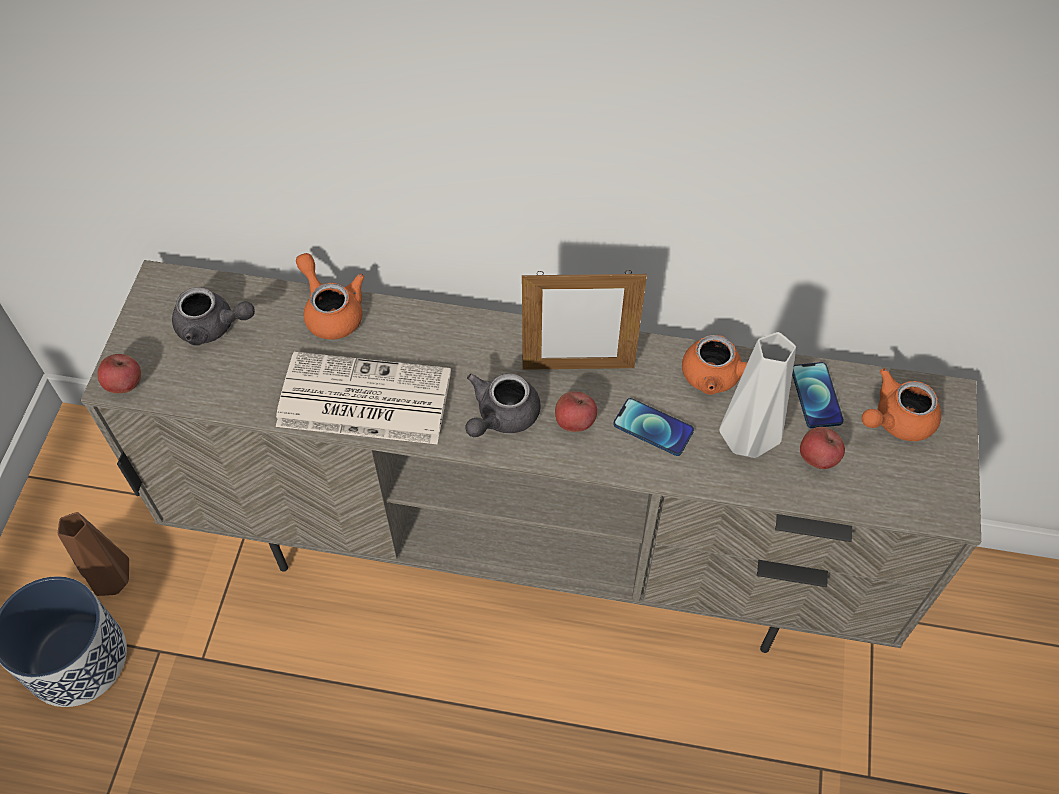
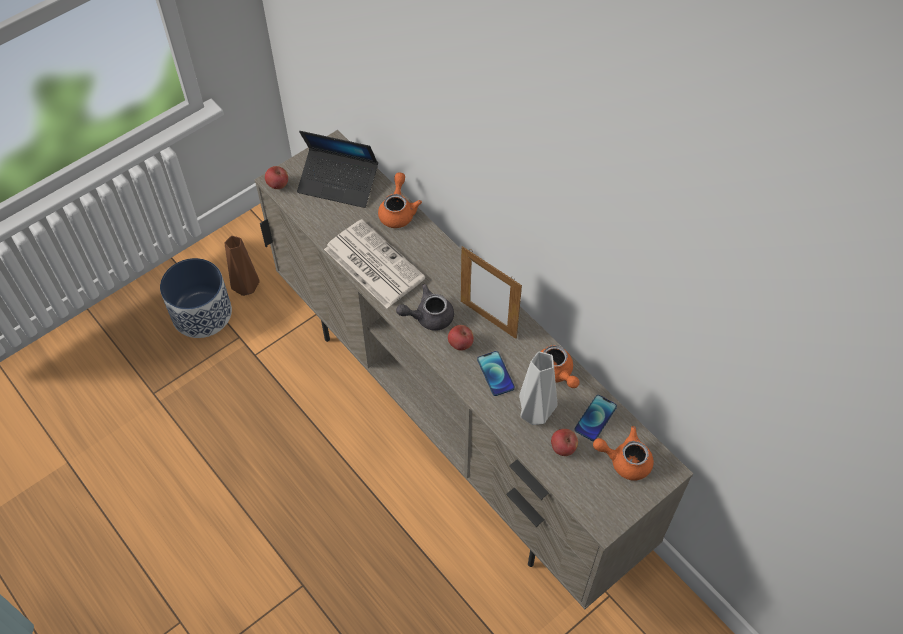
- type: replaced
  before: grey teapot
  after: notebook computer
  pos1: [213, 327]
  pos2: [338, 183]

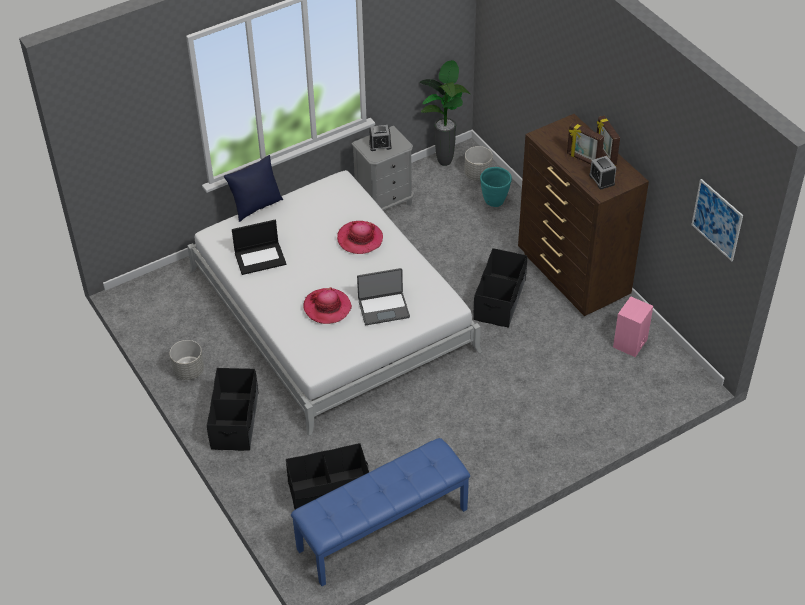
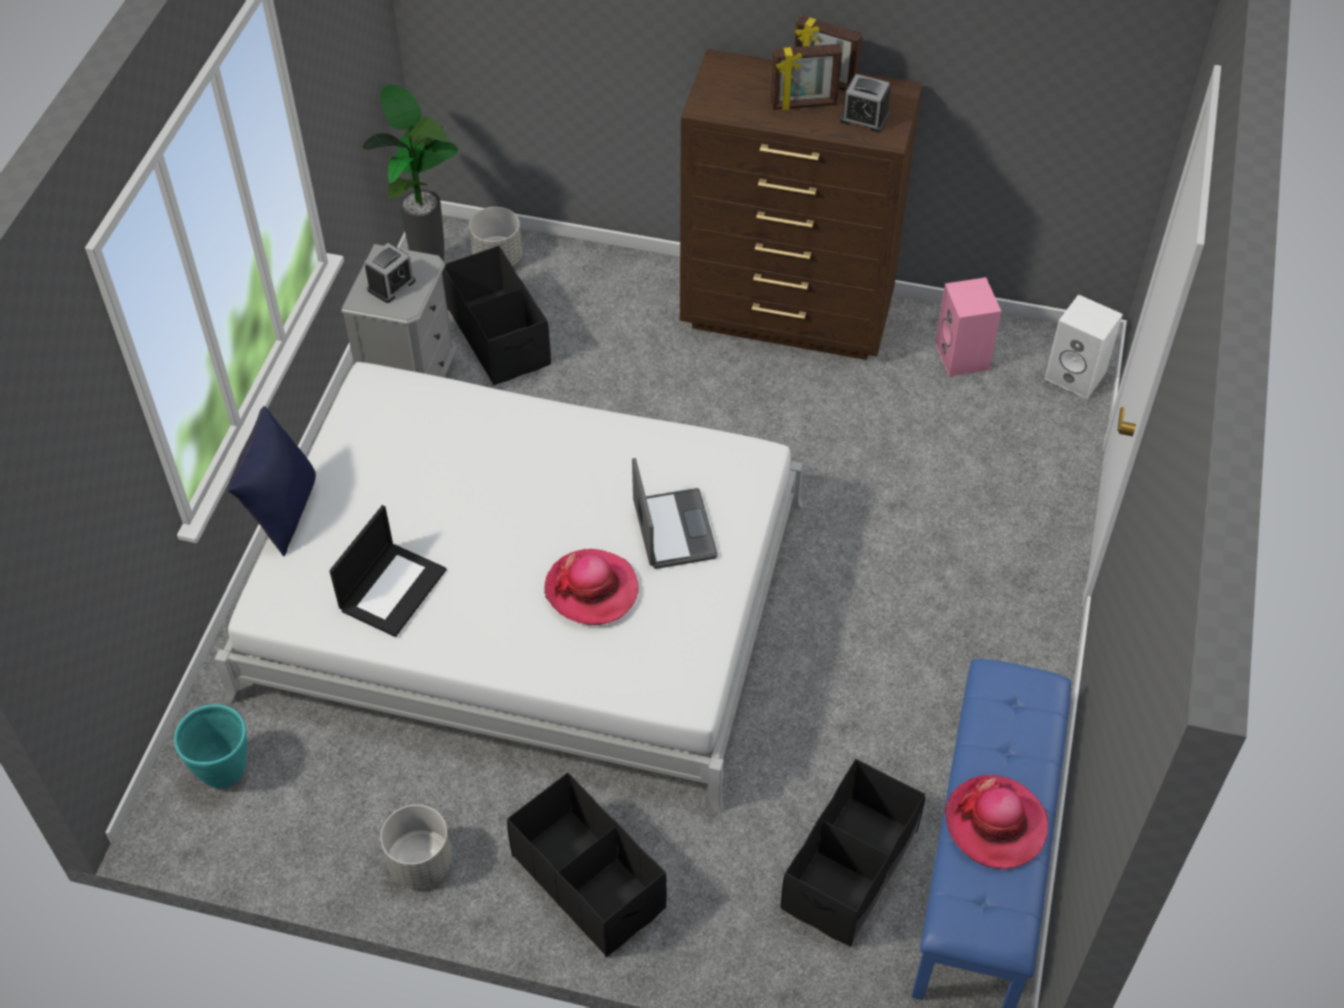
- type: moved
  before: turquoise-coloured planter
  pos1: [495, 201]
  pos2: [224, 771]
- type: removed
  before: picture
  pos1: [717, 219]
- type: moved
  before: hat
  pos1: [360, 239]
  pos2: [995, 824]
- type: moved
  before: black-coloured storage container
  pos1: [500, 300]
  pos2: [499, 336]
- type: turned
  before: notebook computer
  pos1: [383, 308]
  pos2: [672, 530]
  turn: -45
- type: added
  after: white-coloured speaker
  pos2: [1077, 375]

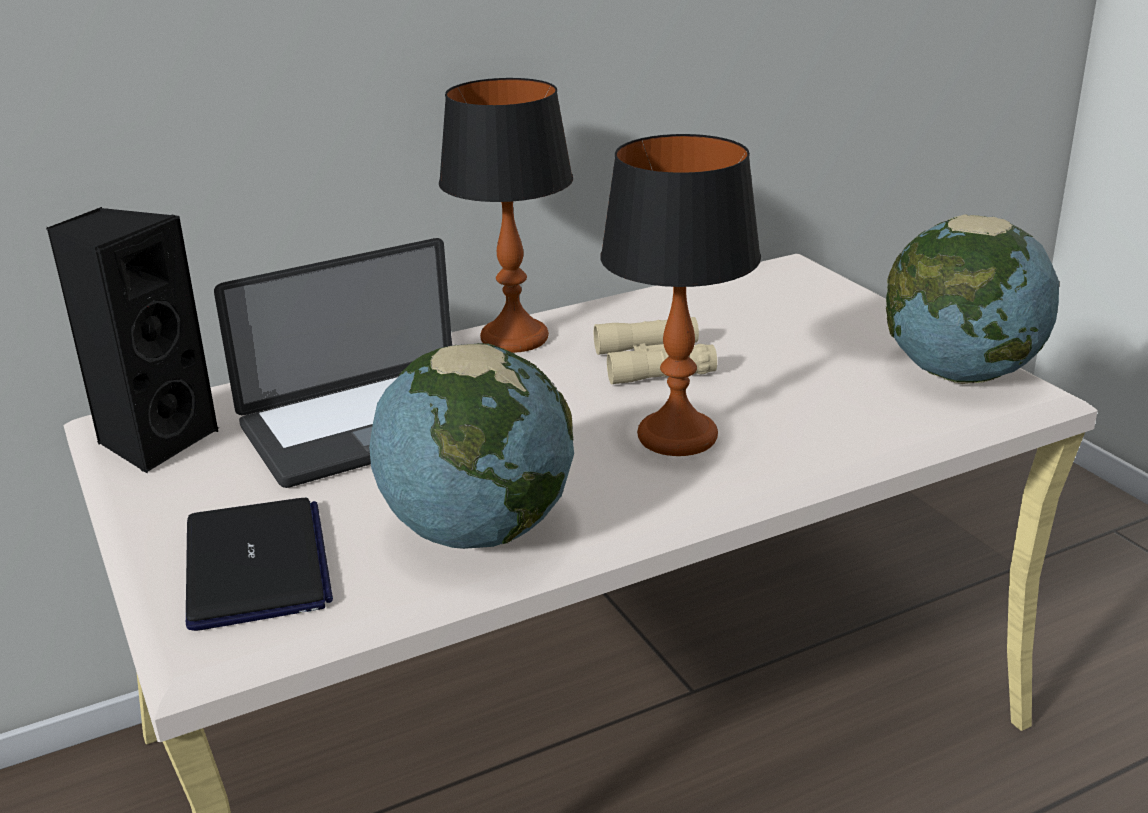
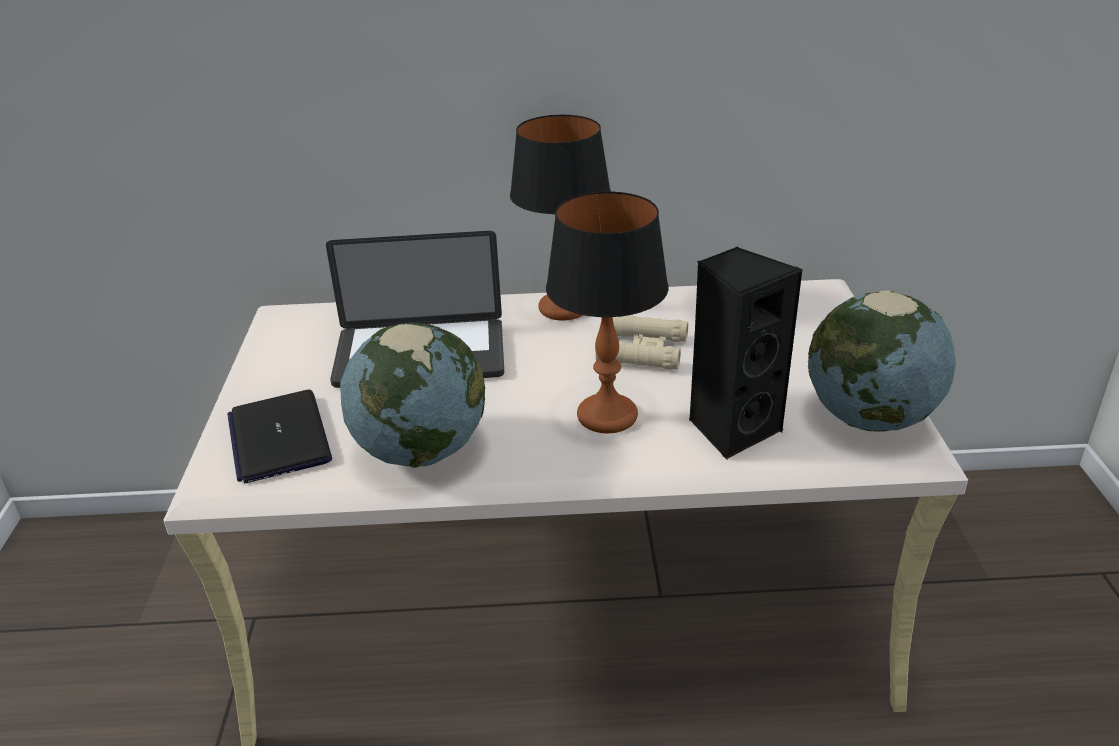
- type: moved
  before: black-coloured speaker
  pos1: [154, 441]
  pos2: [732, 428]
- type: turned
  before: notebook computer
  pos1: [256, 566]
  pos2: [279, 438]
  turn: 150

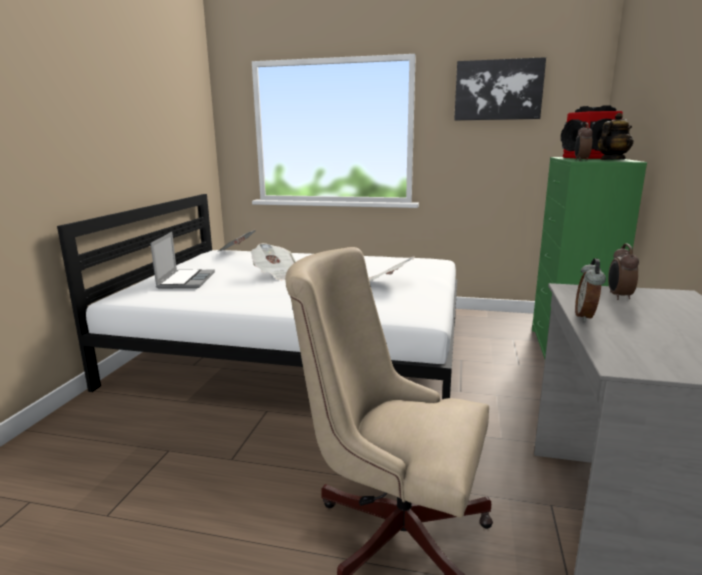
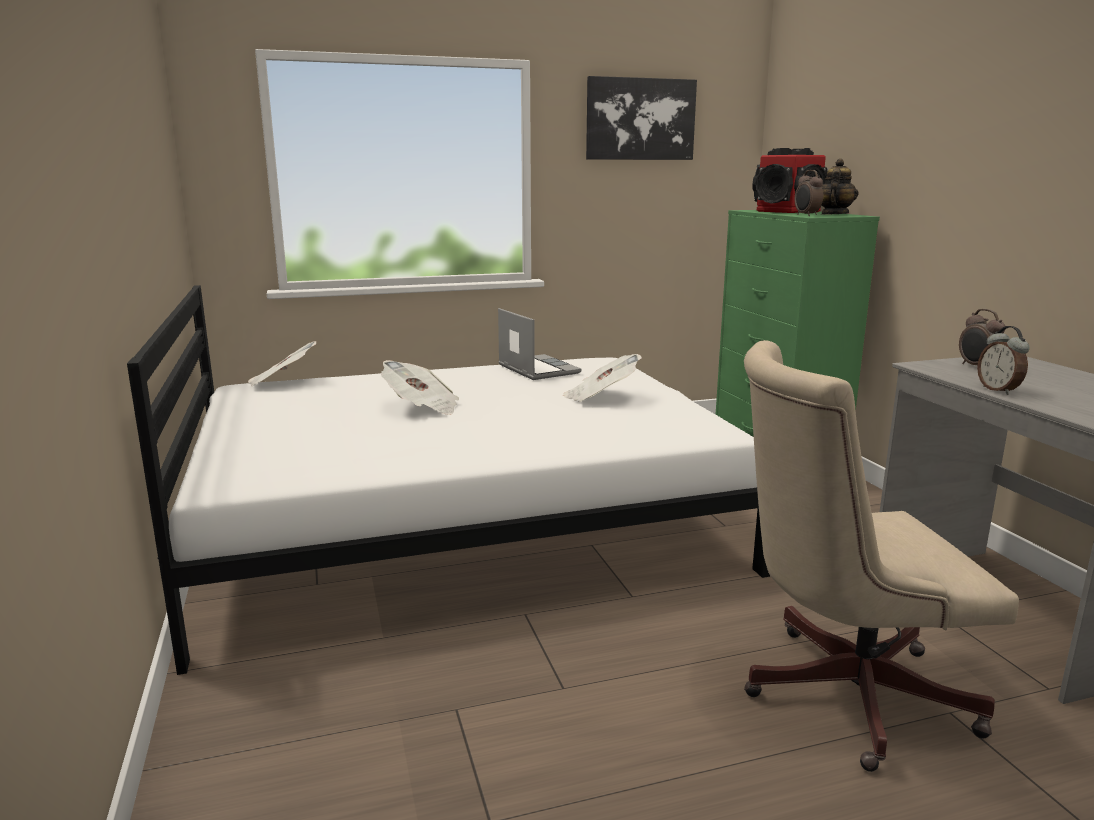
- type: moved
  before: notebook computer
  pos1: [186, 280]
  pos2: [536, 369]

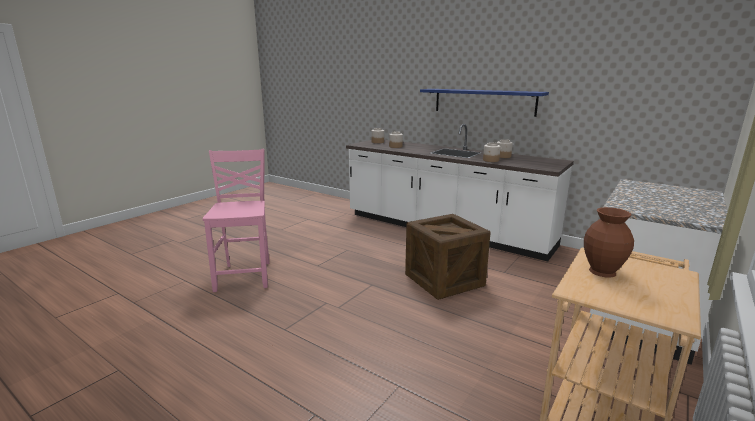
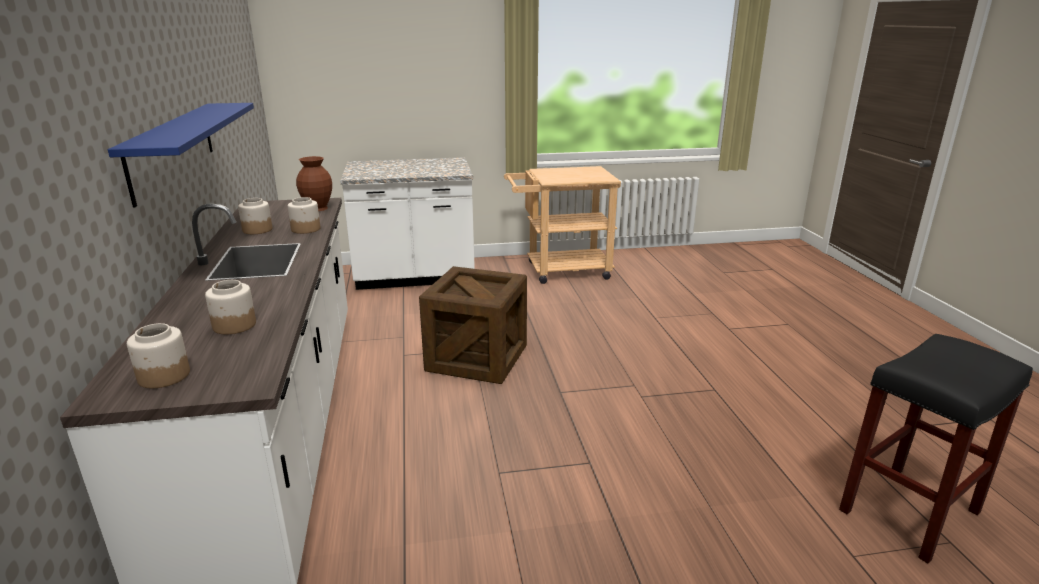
- type: removed
  before: pinkish chair
  pos1: [245, 275]
- type: moved
  before: brown flower vase
  pos1: [602, 272]
  pos2: [318, 208]
- type: added
  after: black-coloured stool seat
  pos2: [909, 512]

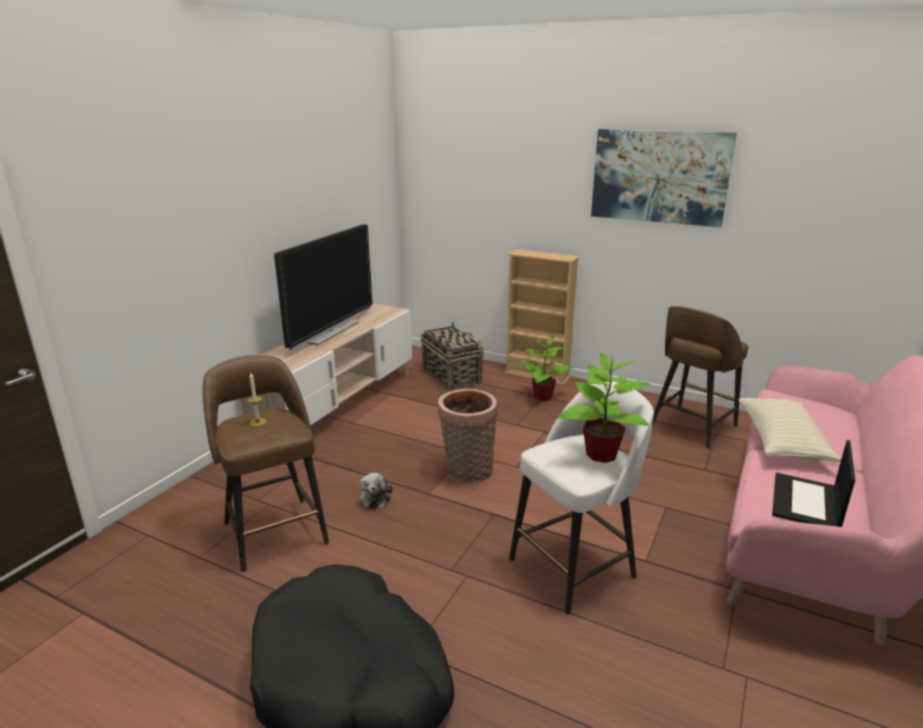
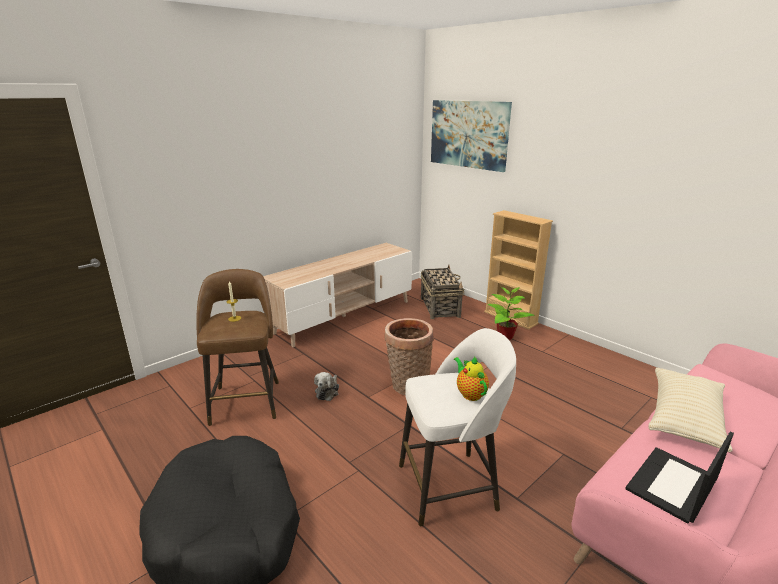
- type: moved
  before: picture
  pos1: [659, 177]
  pos2: [468, 134]
- type: removed
  before: TV
  pos1: [330, 332]
- type: removed
  before: brown stool seat
  pos1: [691, 427]
- type: replaced
  before: potted plant
  after: teapot
  pos1: [600, 454]
  pos2: [470, 393]

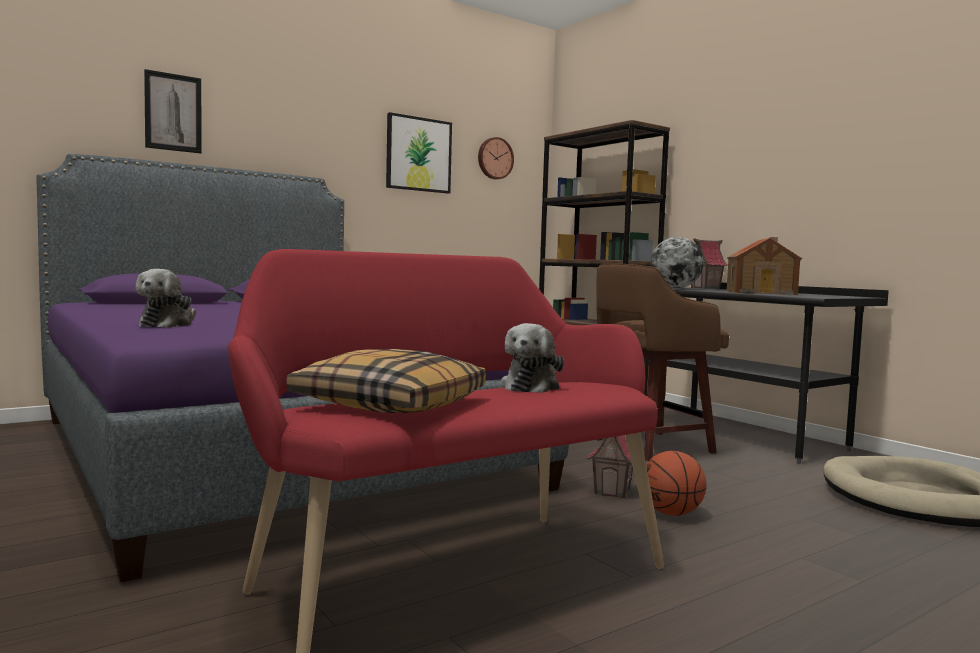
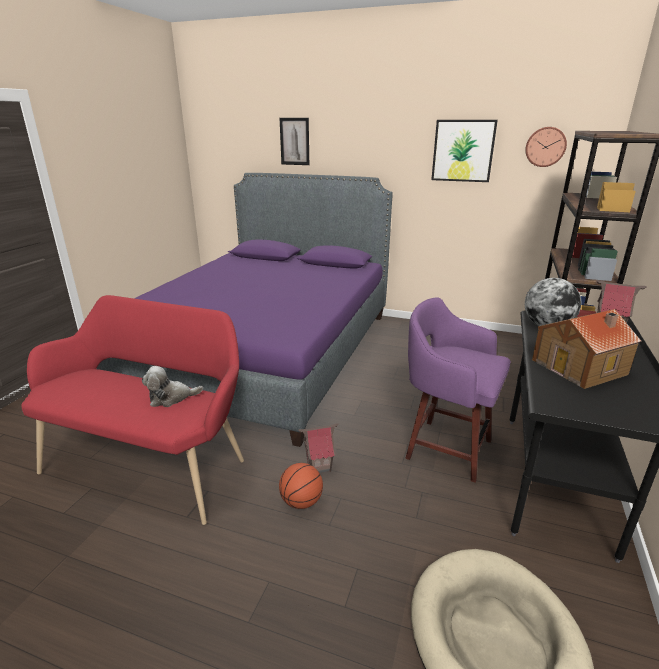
- type: recoloured
  before: brown stool seat
  after: purple stool seat
  pos1: [650, 446]
  pos2: [445, 448]
- type: removed
  before: soft toy
  pos1: [168, 325]
- type: removed
  before: throw pillow
  pos1: [390, 404]

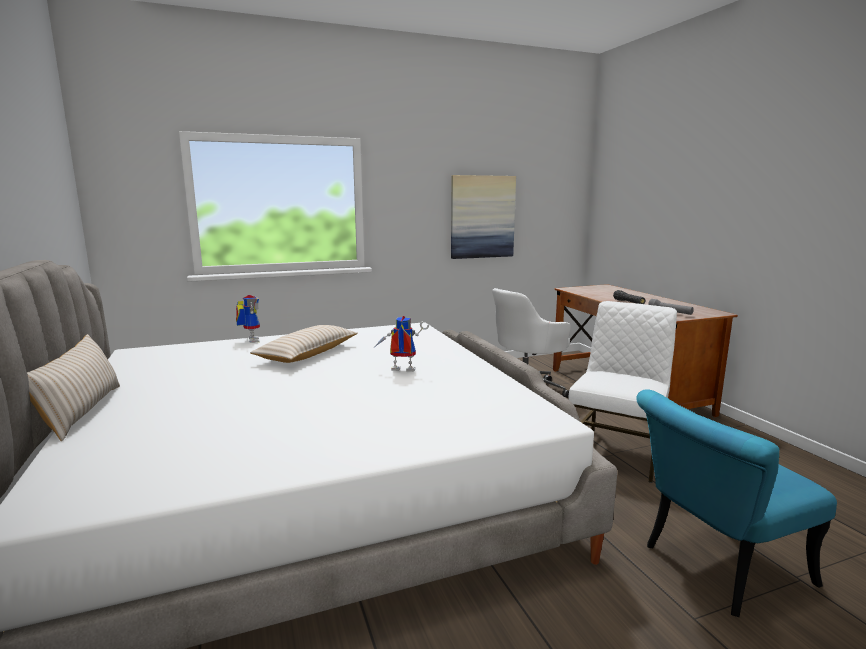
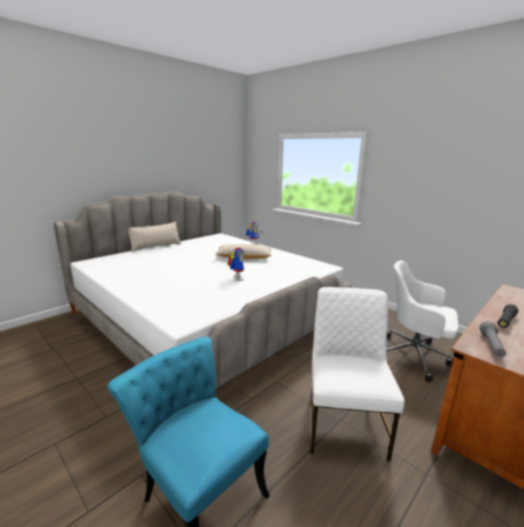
- type: removed
  before: picture
  pos1: [482, 217]
- type: turned
  before: white-coloured chair
  pos1: [617, 452]
  pos2: [344, 423]
  turn: -90

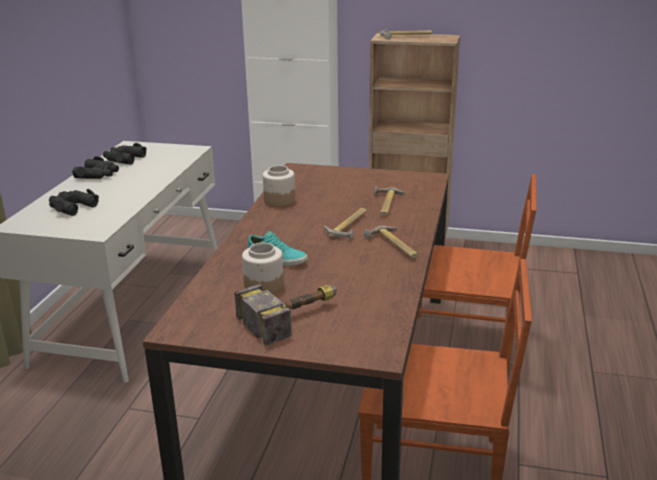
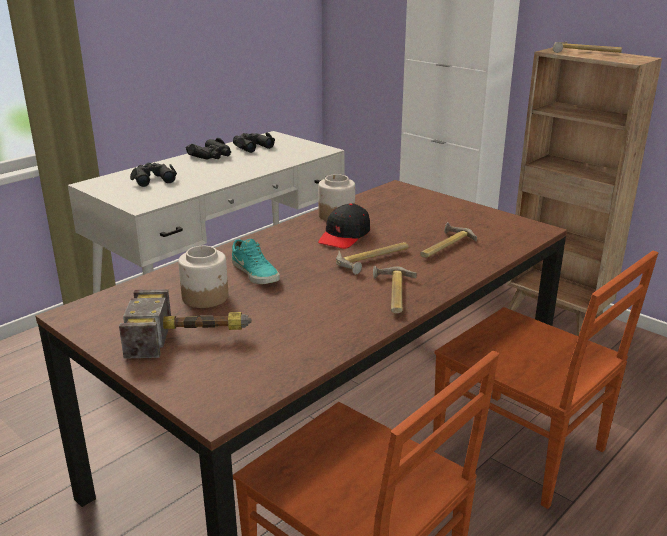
- type: added
  after: black-coloured peaked cap
  pos2: [344, 236]

